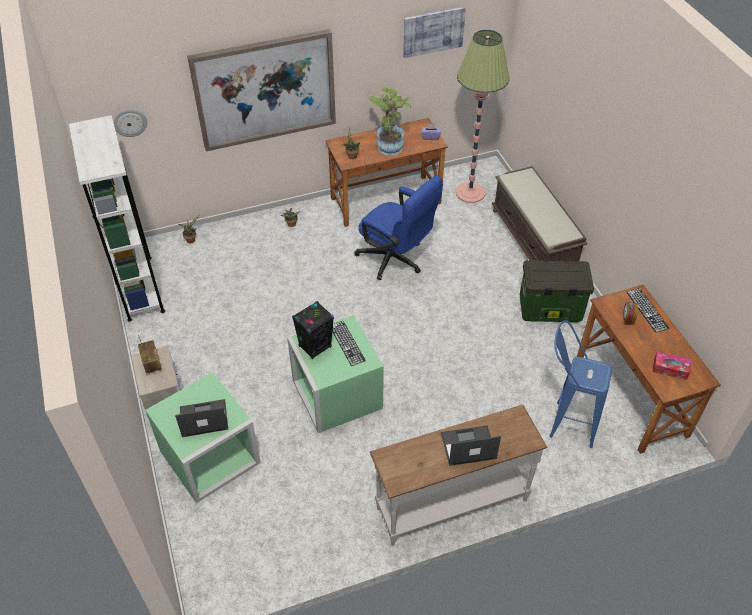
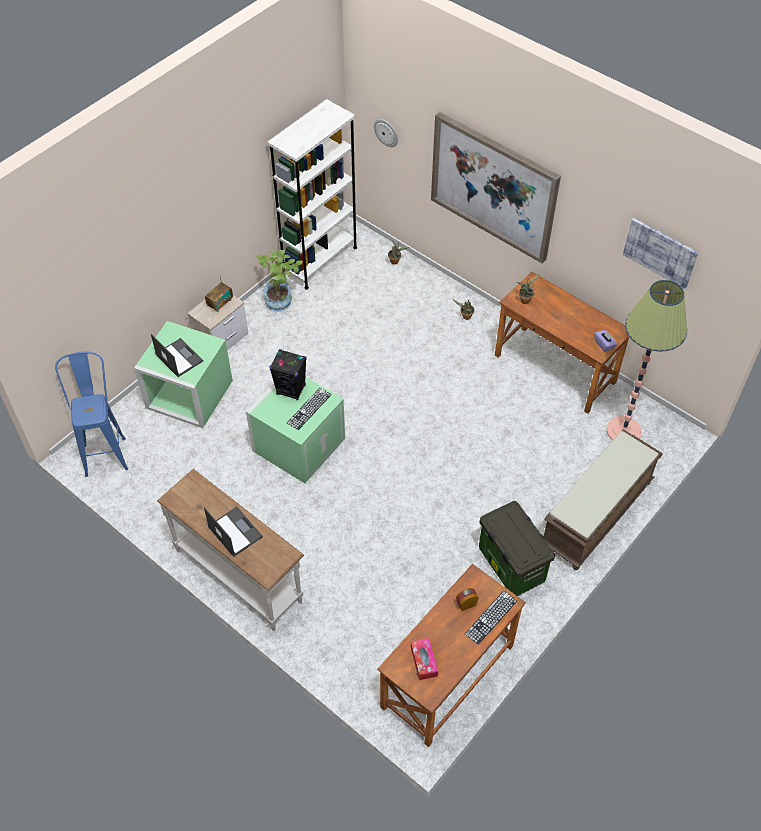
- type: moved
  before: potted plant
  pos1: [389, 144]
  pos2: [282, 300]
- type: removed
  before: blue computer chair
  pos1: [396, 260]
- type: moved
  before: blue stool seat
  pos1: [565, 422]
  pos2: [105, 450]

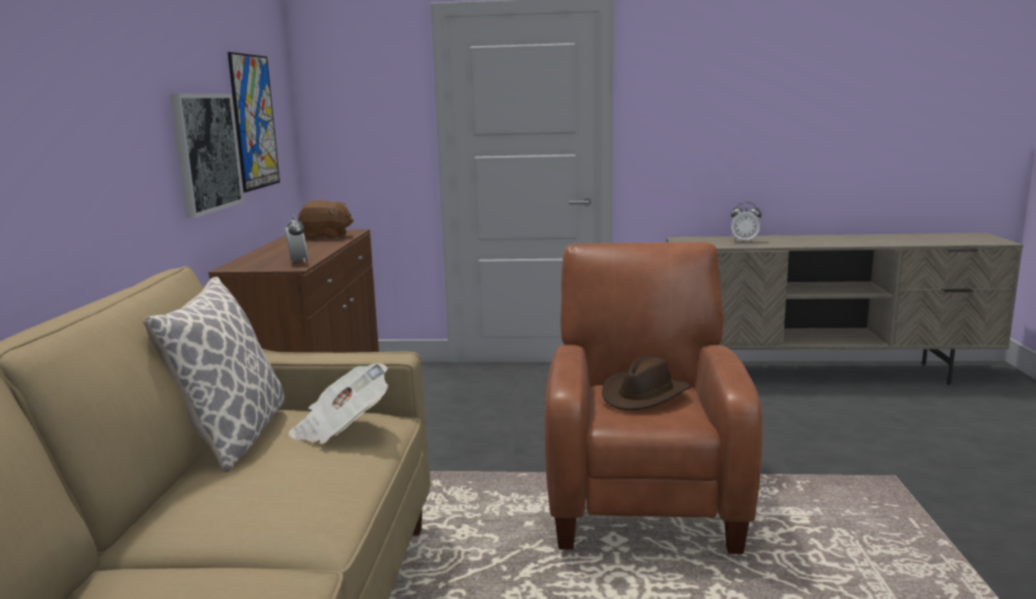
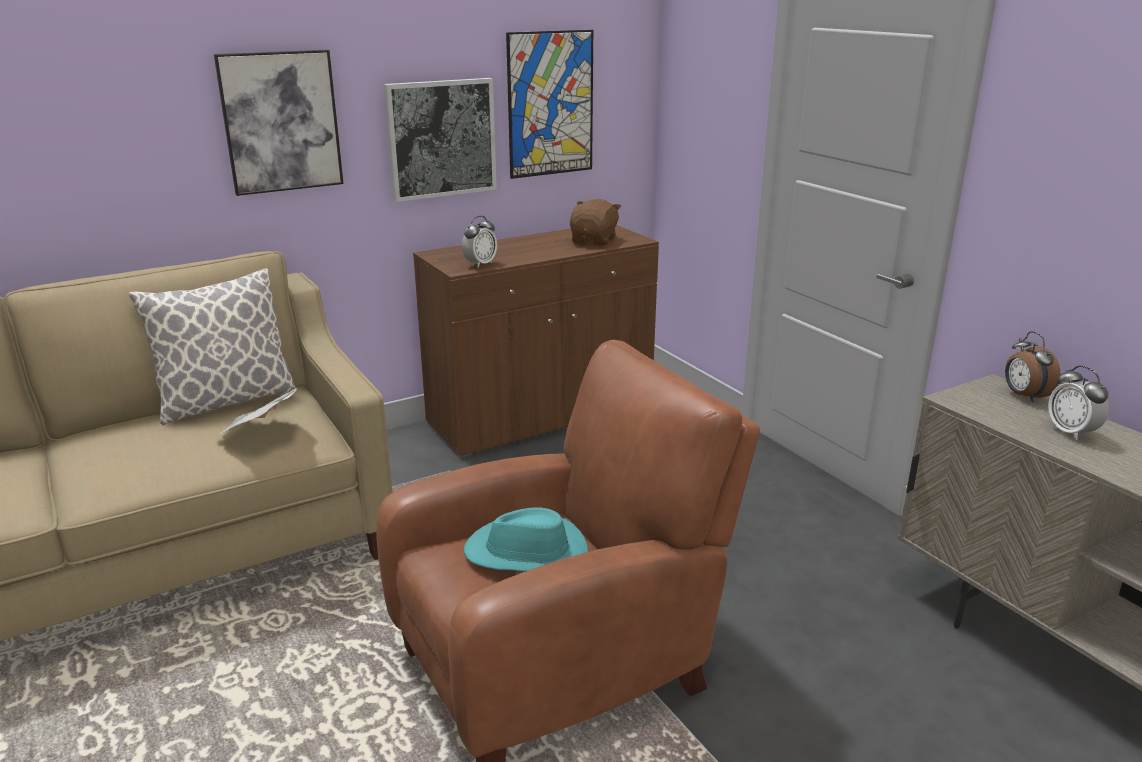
- type: turned
  before: brown soft toy
  pos1: [326, 237]
  pos2: [594, 240]
  turn: -135
- type: recoloured
  before: brown hat
  after: turquoise-coloured hat
  pos1: [645, 395]
  pos2: [527, 553]
- type: added
  after: picture
  pos2: [281, 122]
- type: added
  after: bedside clock
  pos2: [1024, 396]

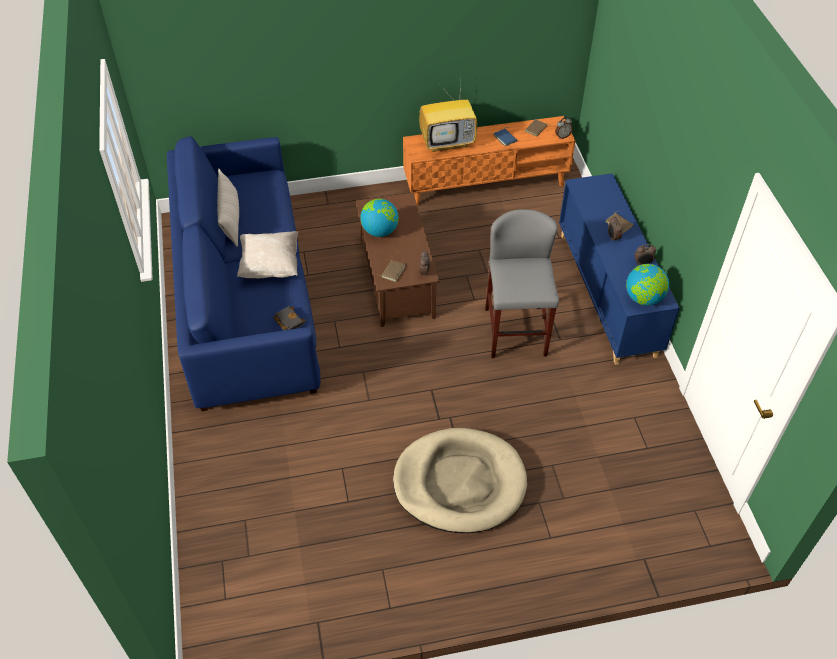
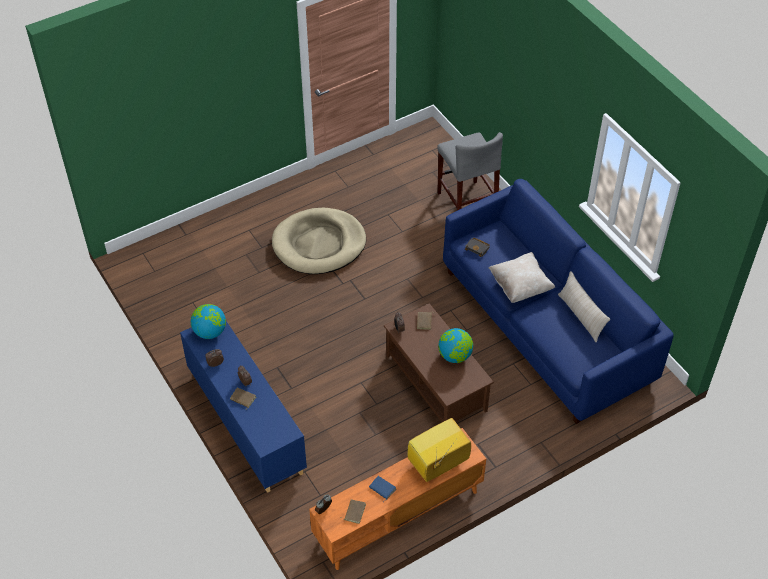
- type: moved
  before: grey stool seat
  pos1: [515, 332]
  pos2: [467, 203]

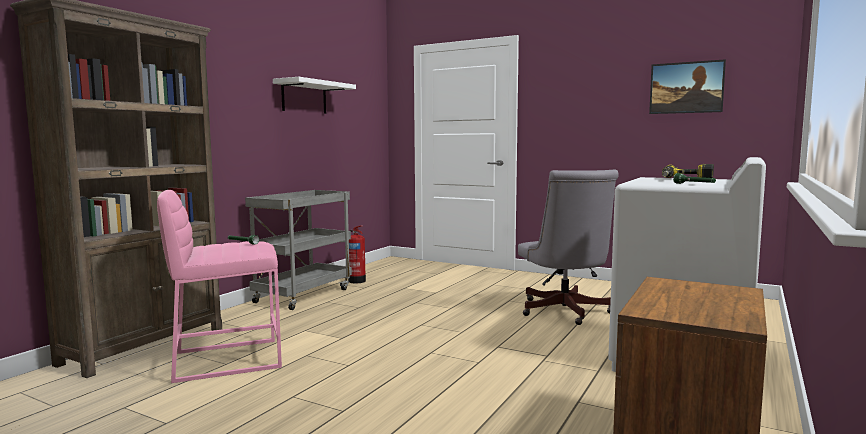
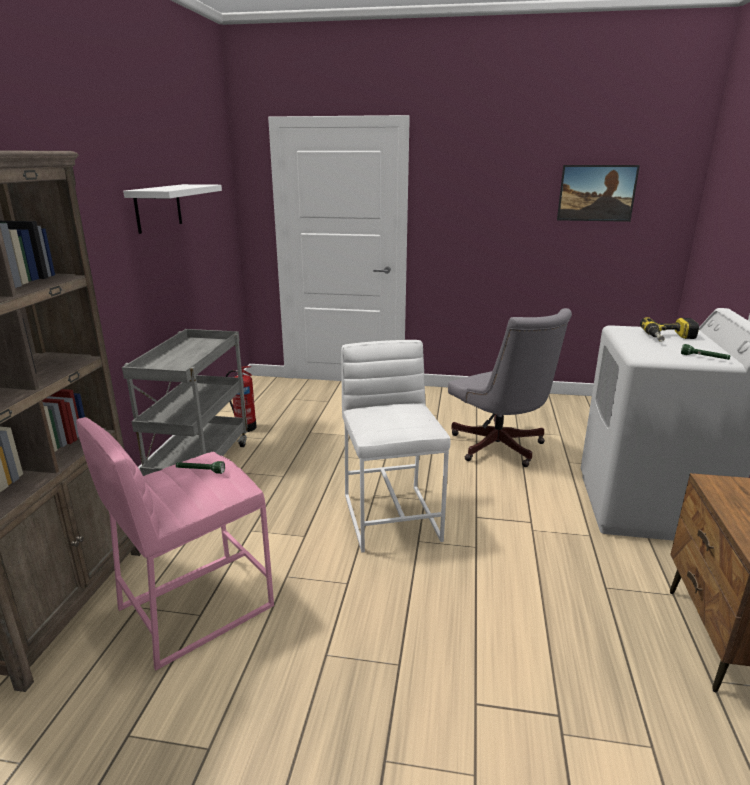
- type: added
  after: white-coloured stool seat
  pos2: [392, 516]

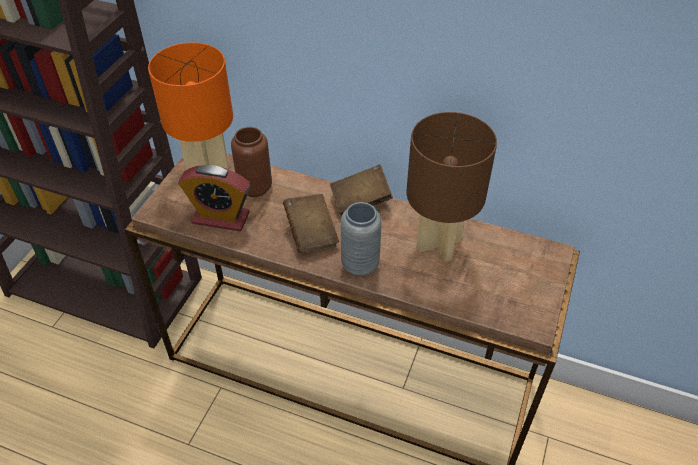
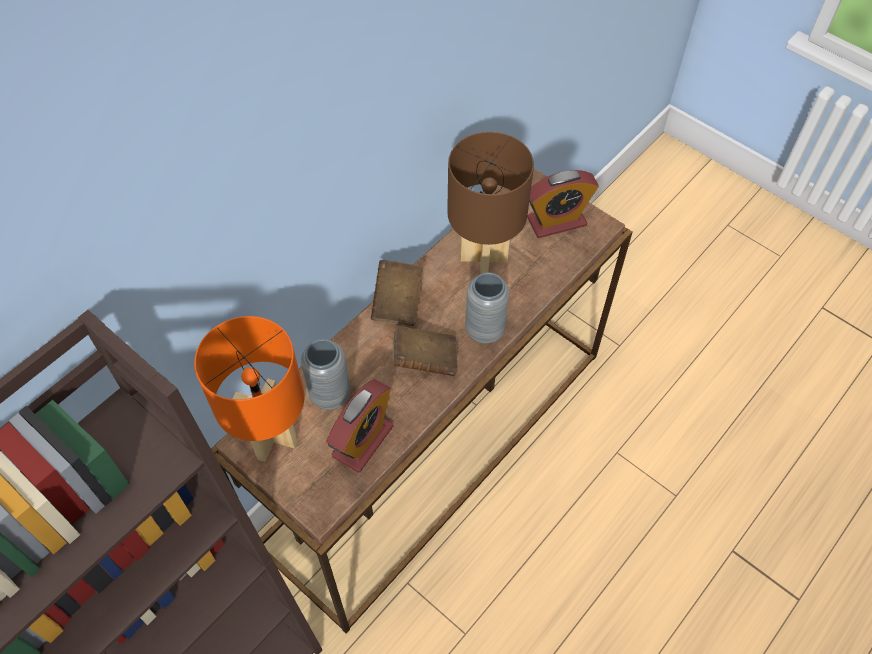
- type: recoloured
  before: brown flower vase
  after: grey flower vase
  pos1: [255, 188]
  pos2: [330, 395]
- type: added
  after: bedside clock
  pos2: [556, 221]

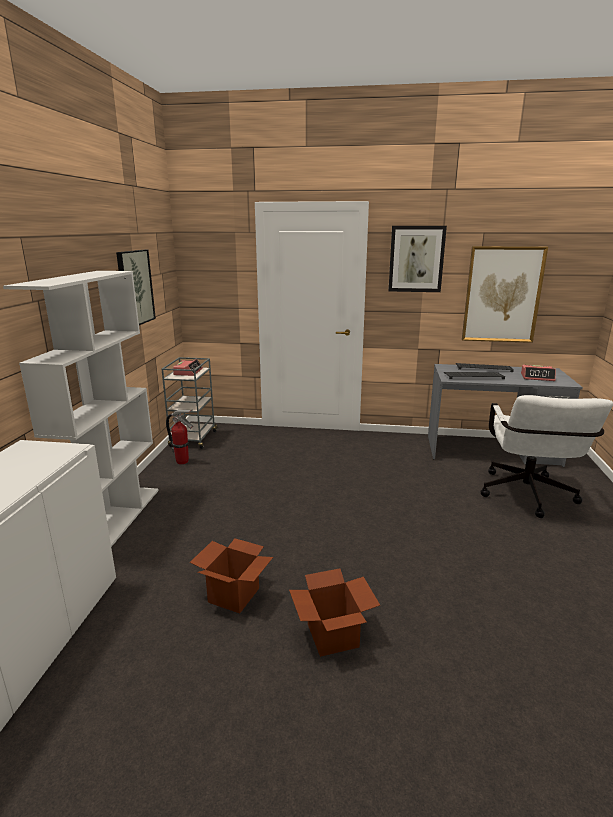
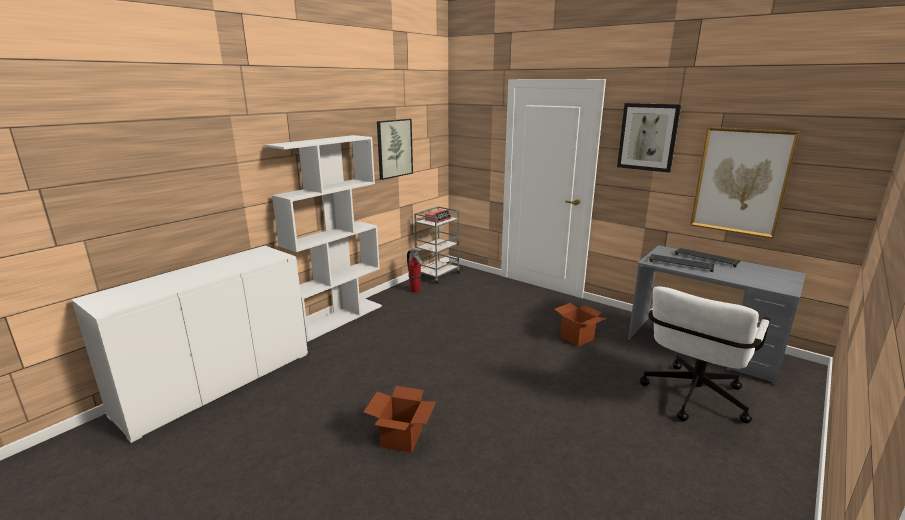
- type: removed
  before: bedside clock
  pos1: [537, 377]
- type: moved
  before: cardboard box
  pos1: [234, 595]
  pos2: [577, 338]

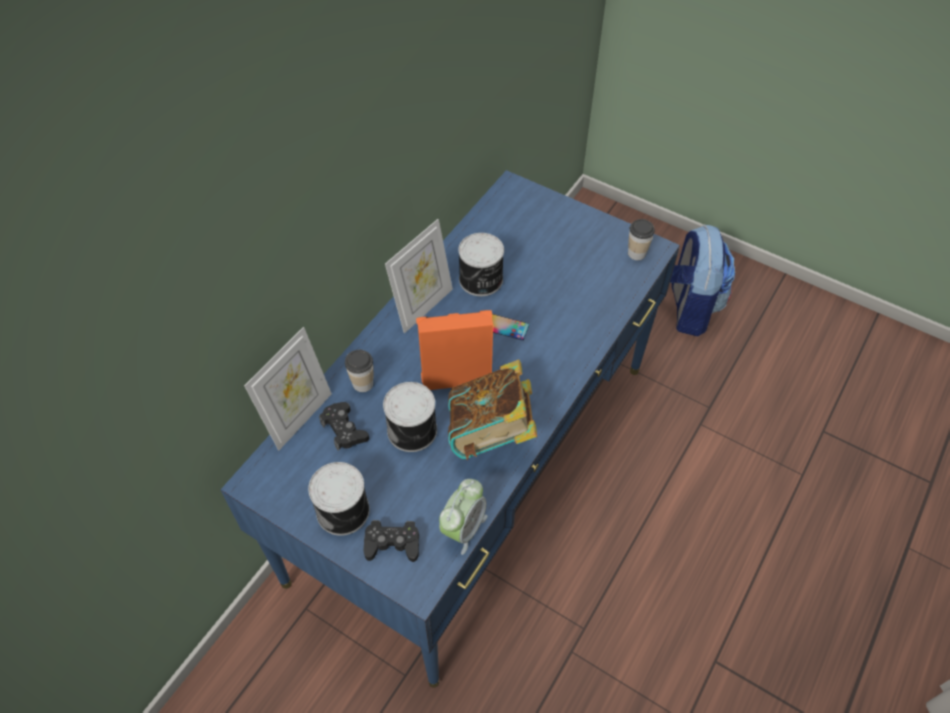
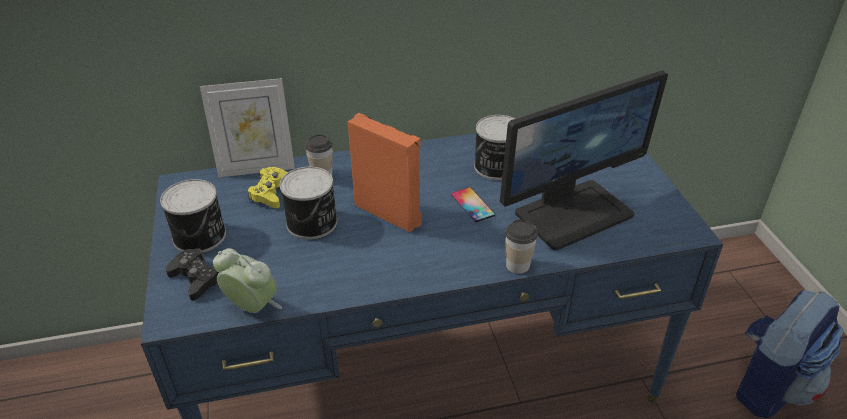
- type: removed
  before: standing frame
  pos1: [423, 307]
- type: moved
  before: cup
  pos1: [636, 253]
  pos2: [517, 265]
- type: removed
  before: book
  pos1: [491, 433]
- type: recoloured
  before: black-coloured joypad
  after: yellowish joypad
  pos1: [344, 430]
  pos2: [271, 193]
- type: turned
  before: bedside clock
  pos1: [463, 528]
  pos2: [252, 307]
  turn: -135
- type: added
  after: computer screen
  pos2: [573, 212]

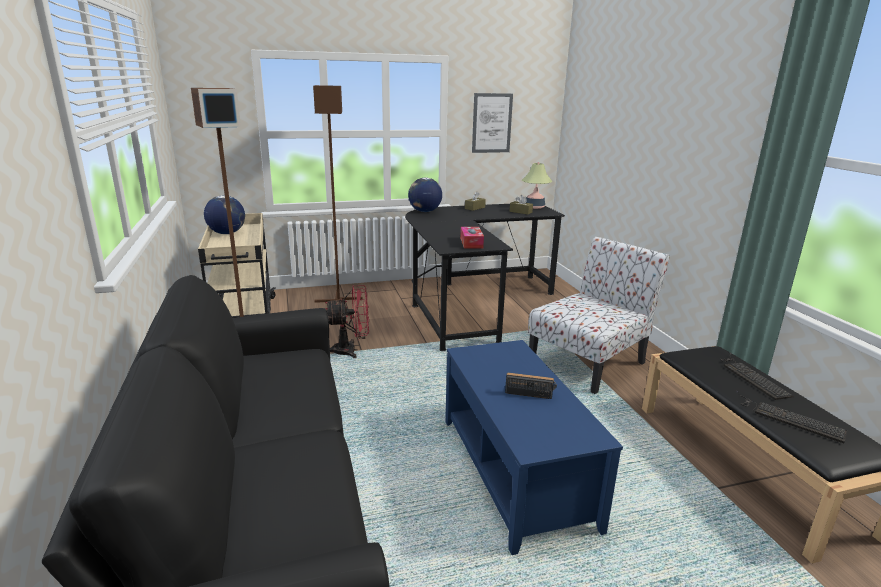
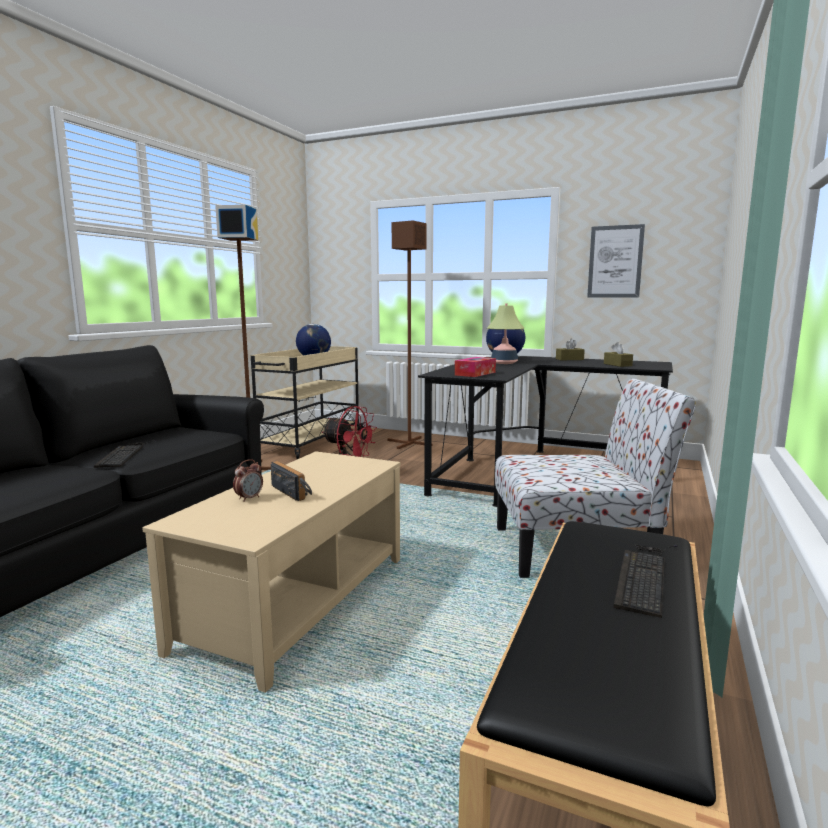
- type: moved
  before: lamp for a table
  pos1: [534, 207]
  pos2: [504, 363]
- type: recoloured
  before: blue low table
  after: beige low table
  pos1: [514, 470]
  pos2: [297, 601]
- type: moved
  before: computer keyboard
  pos1: [788, 417]
  pos2: [124, 454]
- type: added
  after: bedside clock
  pos2: [249, 498]

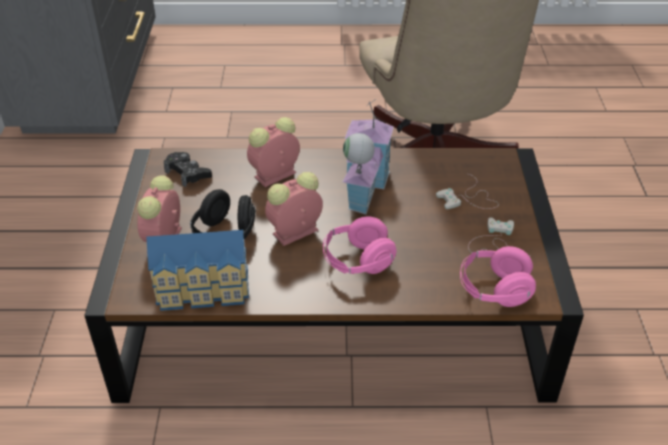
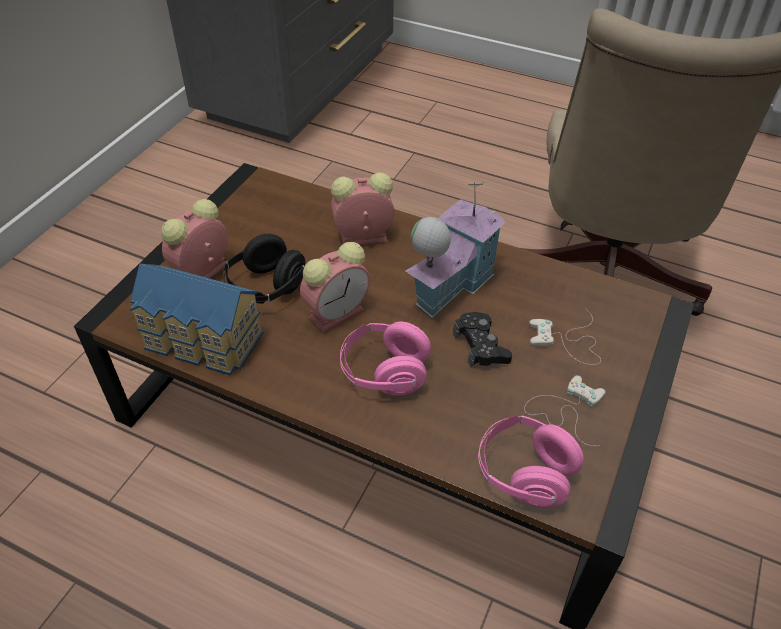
- type: moved
  before: black-coloured joypad
  pos1: [187, 173]
  pos2: [481, 346]
- type: turned
  before: bedside clock
  pos1: [294, 233]
  pos2: [338, 311]
  turn: 150

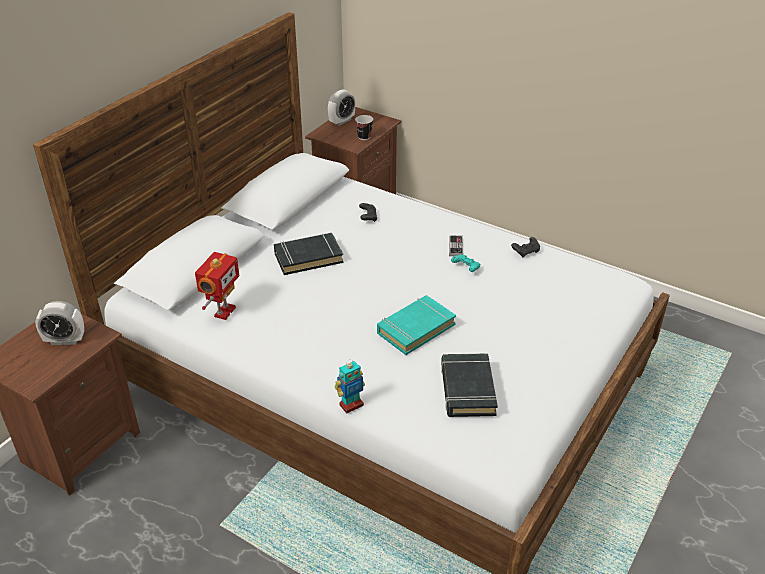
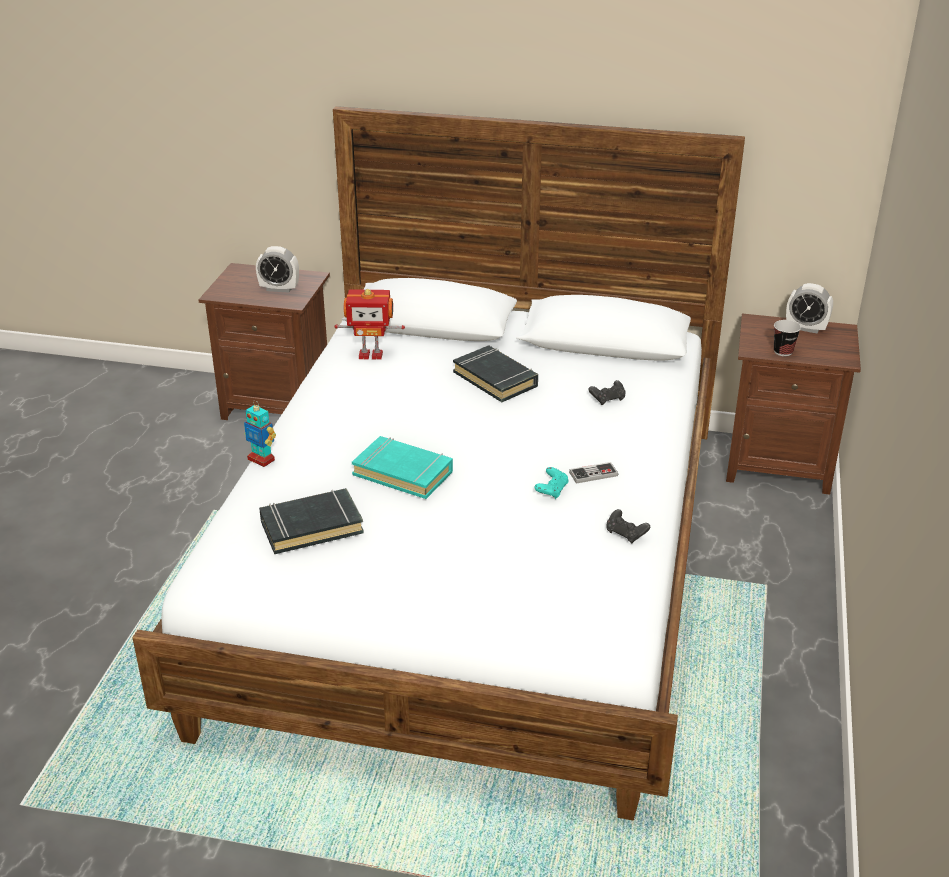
- type: turned
  before: bedside clock
  pos1: [65, 340]
  pos2: [279, 289]
  turn: -60

